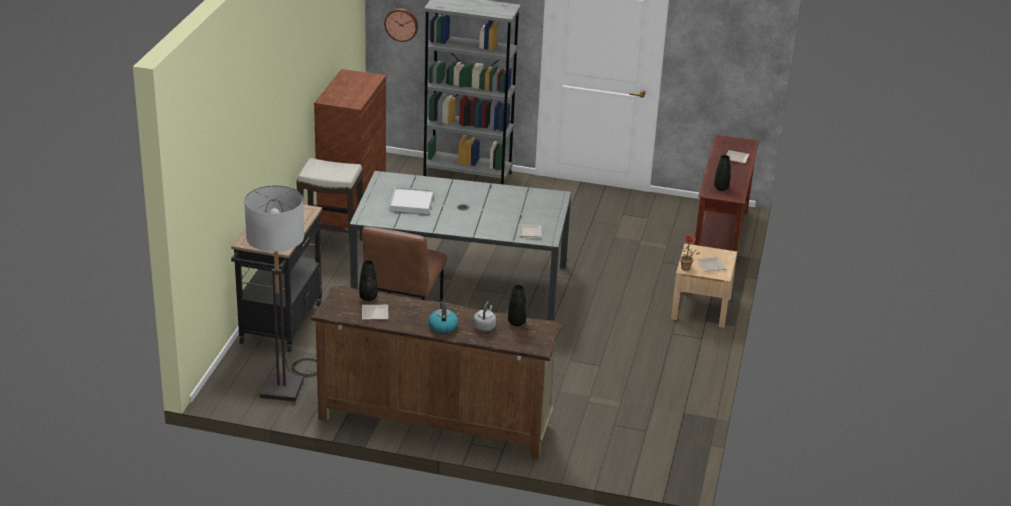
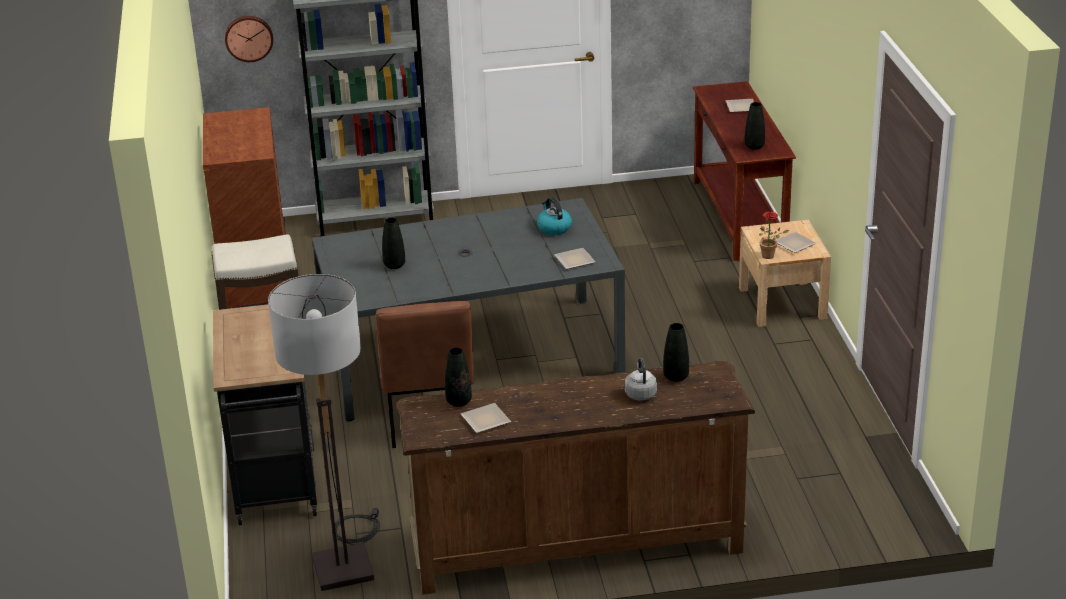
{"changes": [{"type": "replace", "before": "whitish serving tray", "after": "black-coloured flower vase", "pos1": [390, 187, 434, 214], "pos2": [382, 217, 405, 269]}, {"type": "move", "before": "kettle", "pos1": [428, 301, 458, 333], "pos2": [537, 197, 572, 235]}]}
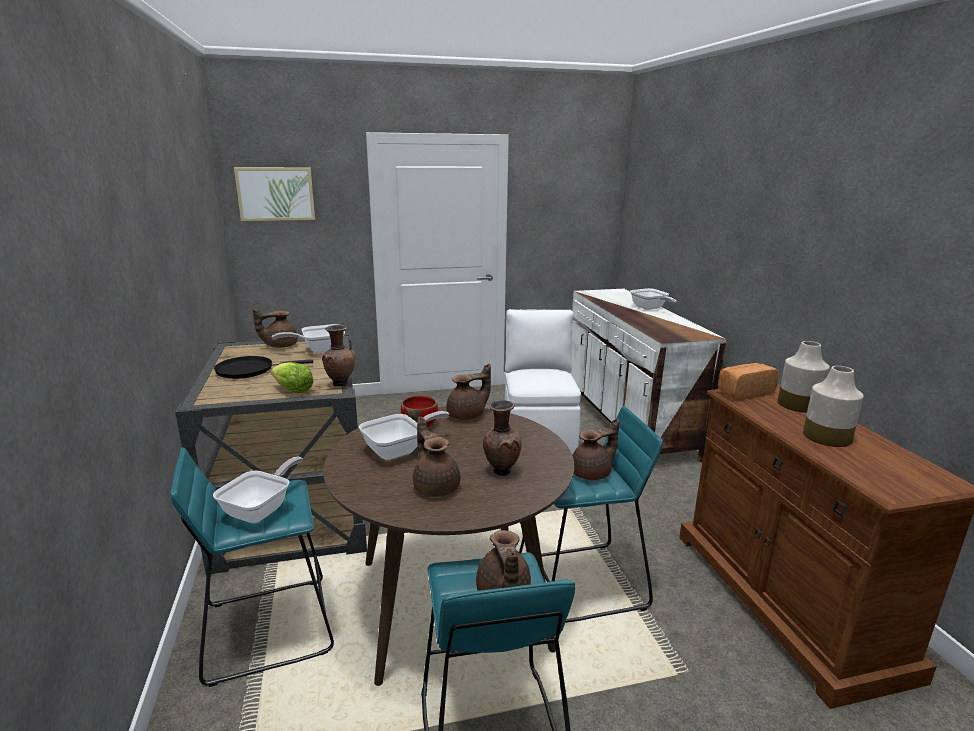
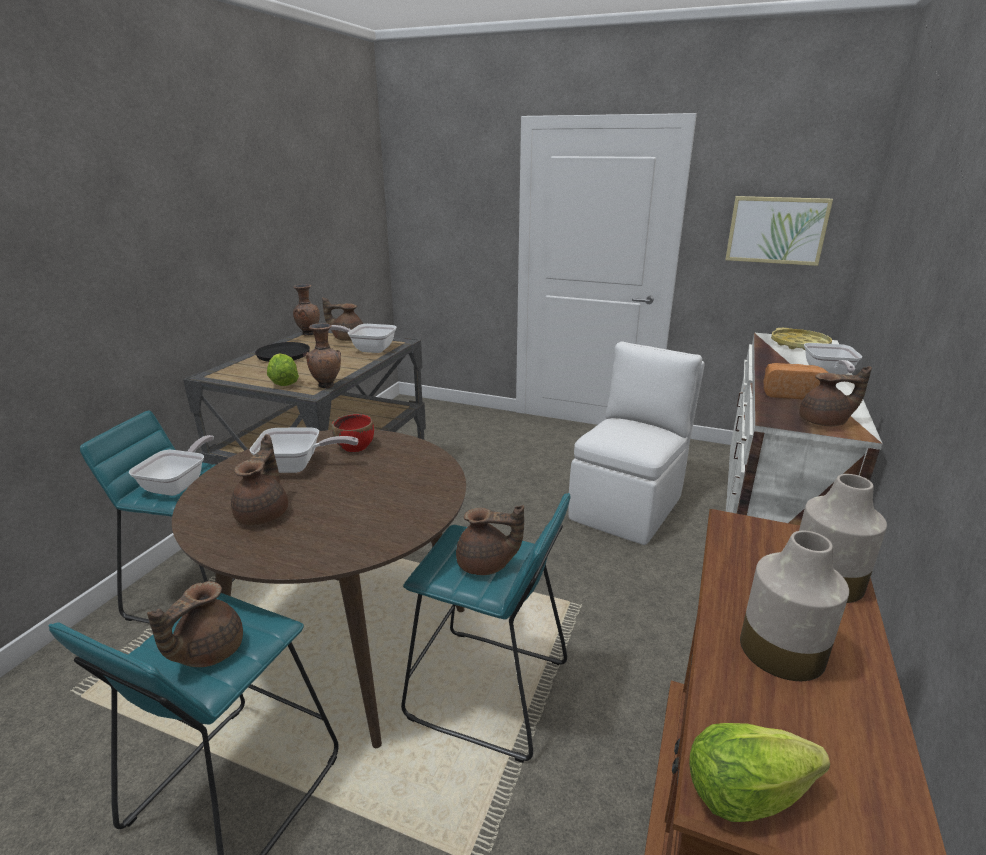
{"changes": [{"type": "rotate", "before": "pan", "pos1": [213, 457, 303, 523], "pos2": [128, 435, 214, 496], "turn": -45}, {"type": "move", "before": "brown flower vase", "pos1": [483, 400, 521, 476], "pos2": [293, 284, 320, 336]}, {"type": "insert", "after": "lettuce head", "pos2": [689, 723, 830, 822]}, {"type": "move", "before": "wall picture", "pos1": [234, 167, 315, 221], "pos2": [725, 196, 833, 266]}, {"type": "move", "before": "bread", "pos1": [718, 363, 779, 400], "pos2": [763, 363, 829, 400]}, {"type": "insert", "after": "yellow serving tray", "pos2": [771, 328, 832, 350]}, {"type": "move", "before": "brown pot for tea", "pos1": [447, 364, 491, 420], "pos2": [799, 366, 872, 426]}]}
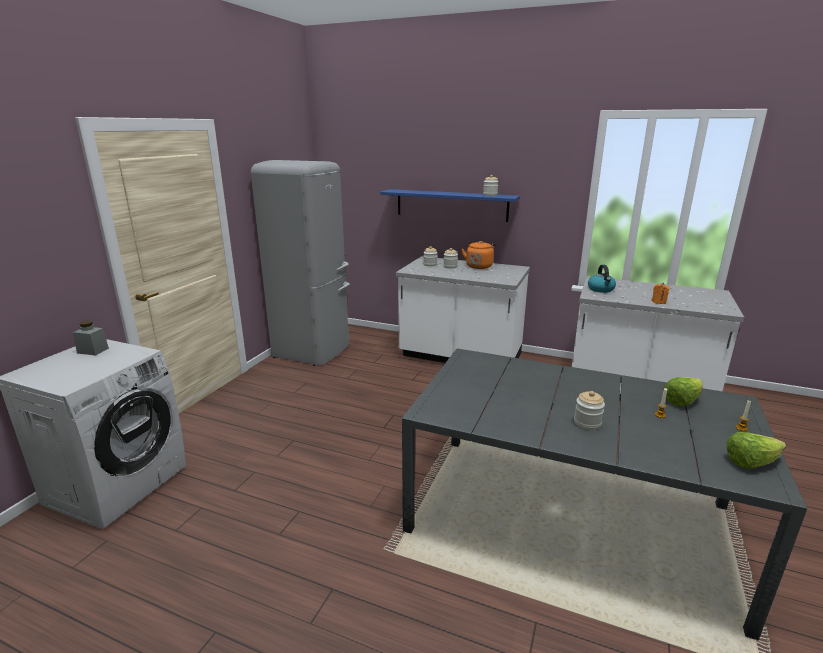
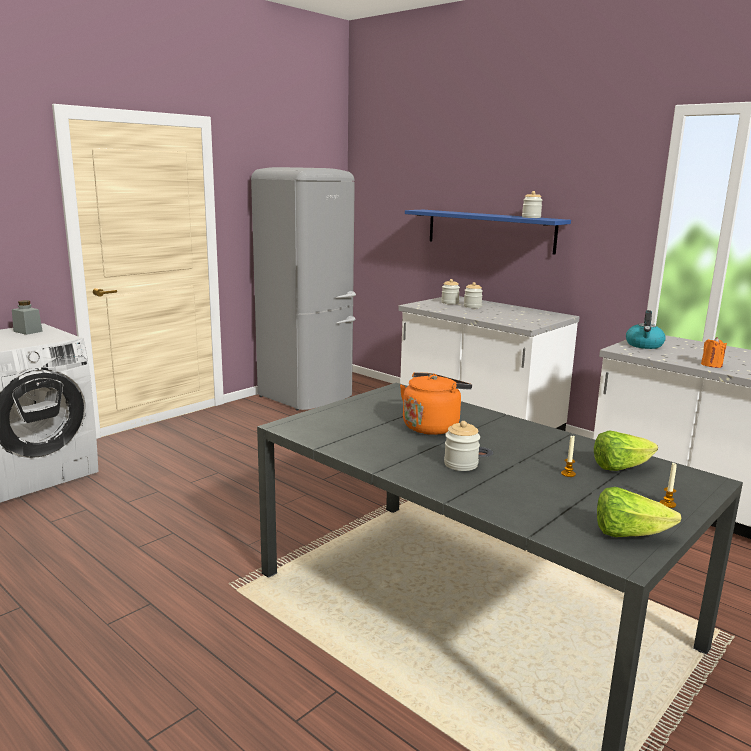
{"changes": [{"type": "move", "before": "orange kettle", "pos1": [462, 241, 496, 269], "pos2": [400, 372, 472, 435]}]}
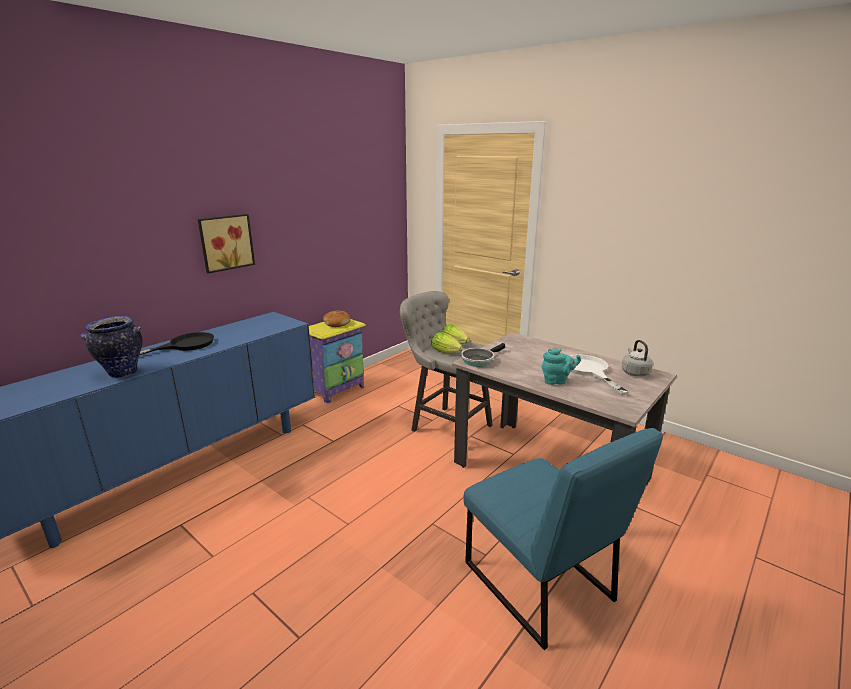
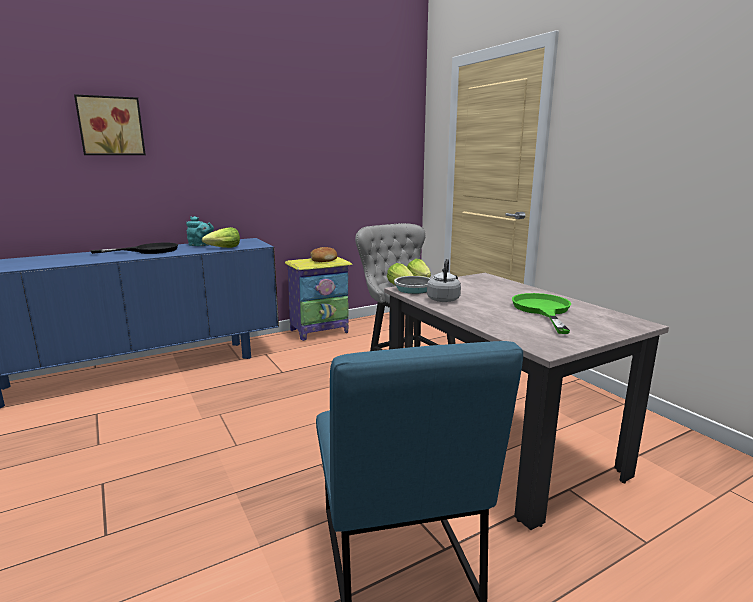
{"changes": [{"type": "move", "before": "wall picture", "pos1": [198, 214, 255, 274], "pos2": [74, 94, 146, 155]}, {"type": "move", "before": "turquoise pot for tea", "pos1": [542, 348, 581, 385], "pos2": [186, 216, 214, 246]}, {"type": "insert", "after": "lettuce head", "pos2": [202, 227, 240, 248]}, {"type": "move", "before": "greyish kettle", "pos1": [622, 340, 653, 377], "pos2": [427, 259, 461, 302]}, {"type": "recolor", "before": "whitish pan", "after": "green pan", "pos1": [570, 354, 629, 395], "pos2": [512, 293, 571, 334]}, {"type": "delete", "before": "flower vase", "pos1": [81, 316, 142, 378]}]}
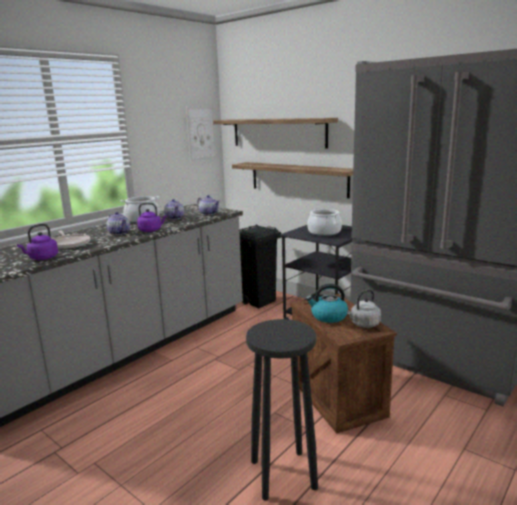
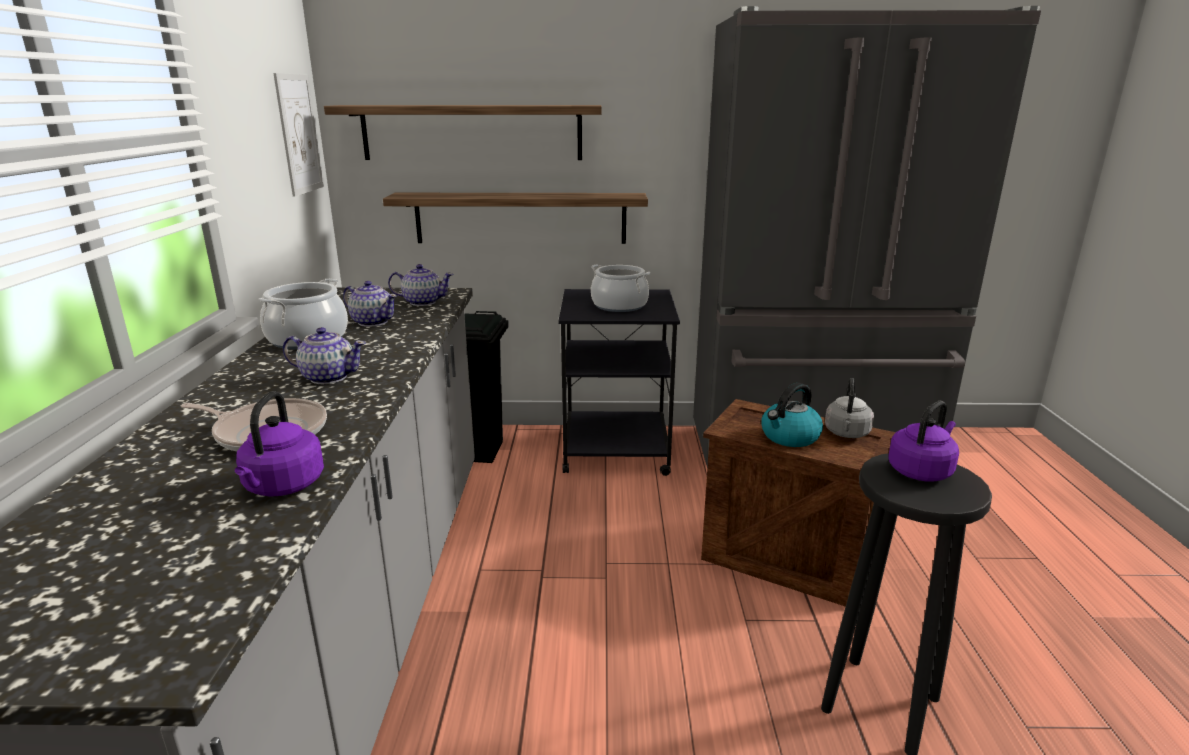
{"changes": [{"type": "move", "before": "purple kettle", "pos1": [137, 203, 167, 232], "pos2": [889, 401, 959, 482]}]}
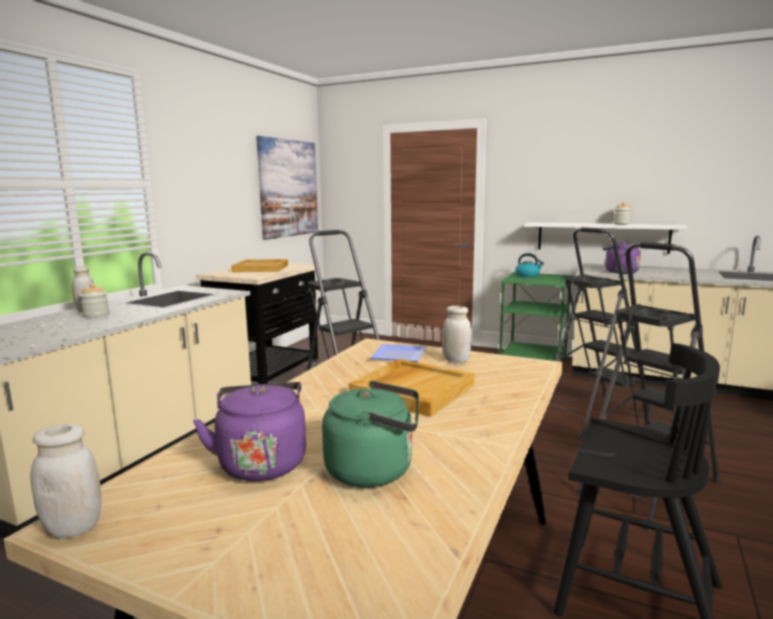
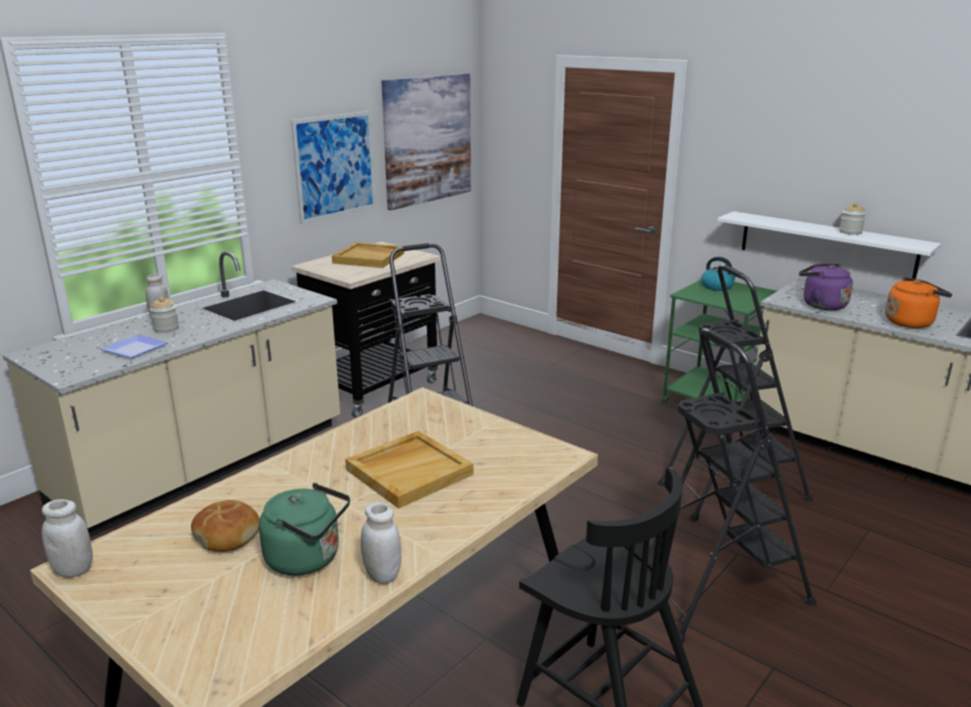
{"changes": [{"type": "move", "before": "plate", "pos1": [370, 344, 427, 362], "pos2": [100, 335, 168, 358]}, {"type": "replace", "before": "purple kettle", "after": "bread", "pos1": [193, 382, 306, 481], "pos2": [191, 500, 260, 552]}, {"type": "insert", "after": "wall picture", "pos2": [291, 111, 376, 224]}, {"type": "move", "before": "whitish storage jar", "pos1": [442, 306, 472, 363], "pos2": [361, 502, 401, 584]}, {"type": "insert", "after": "orange kettle", "pos2": [885, 277, 952, 328]}]}
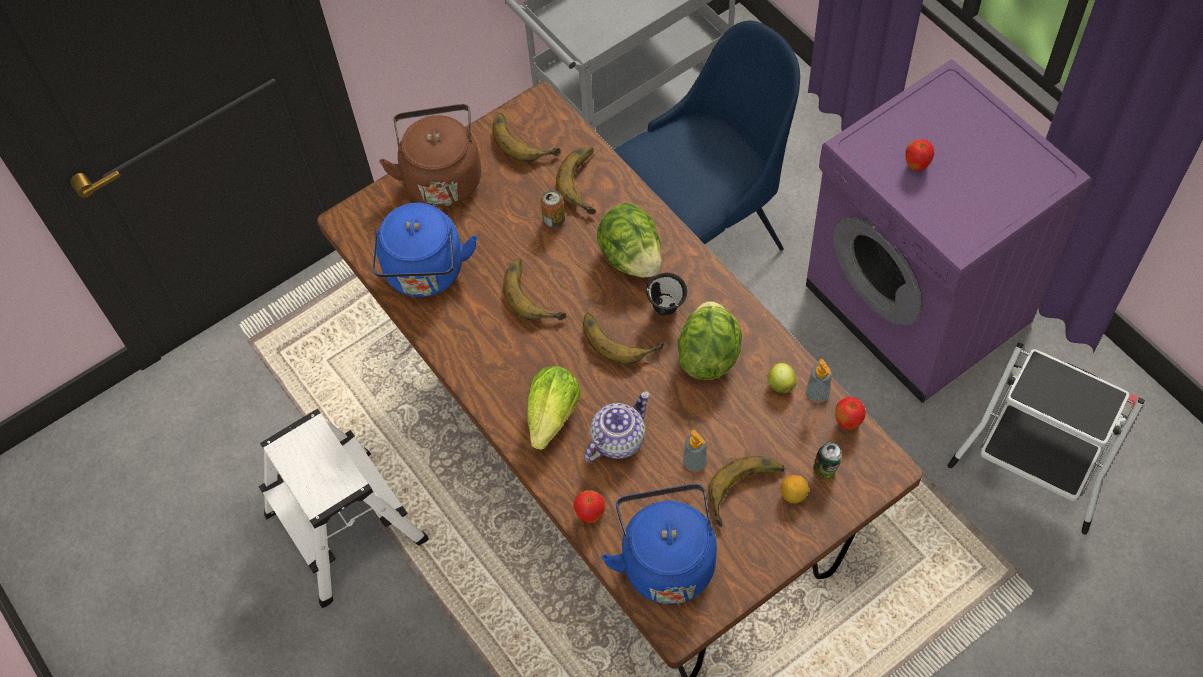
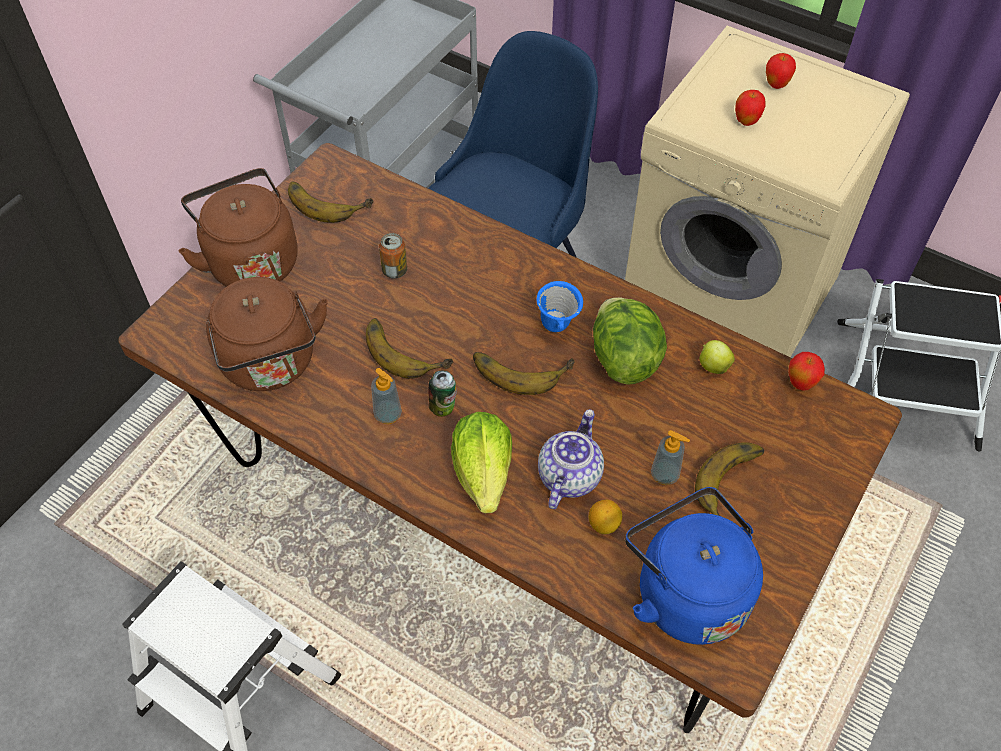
{"changes": [{"type": "recolor", "before": "blue kettle", "after": "brown kettle", "pos1": [372, 203, 477, 297], "pos2": [205, 277, 328, 391]}, {"type": "move", "before": "soap dispenser", "pos1": [806, 359, 832, 403], "pos2": [371, 368, 402, 424]}, {"type": "move", "before": "sealed can", "pos1": [813, 442, 842, 479], "pos2": [428, 370, 457, 417]}, {"type": "recolor", "before": "black-coloured tea mug", "after": "blue tea mug", "pos1": [646, 273, 687, 316], "pos2": [537, 281, 583, 332]}, {"type": "move", "before": "whole lemon", "pos1": [781, 475, 809, 503], "pos2": [589, 500, 622, 534]}, {"type": "recolor", "before": "purple laundry appliance", "after": "beige laundry appliance", "pos1": [806, 59, 1092, 403], "pos2": [625, 26, 910, 357]}, {"type": "move", "before": "apple fruit", "pos1": [573, 490, 605, 523], "pos2": [766, 53, 796, 89]}, {"type": "delete", "before": "whole banana", "pos1": [556, 147, 596, 214]}, {"type": "delete", "before": "lettuce head", "pos1": [597, 203, 661, 278]}]}
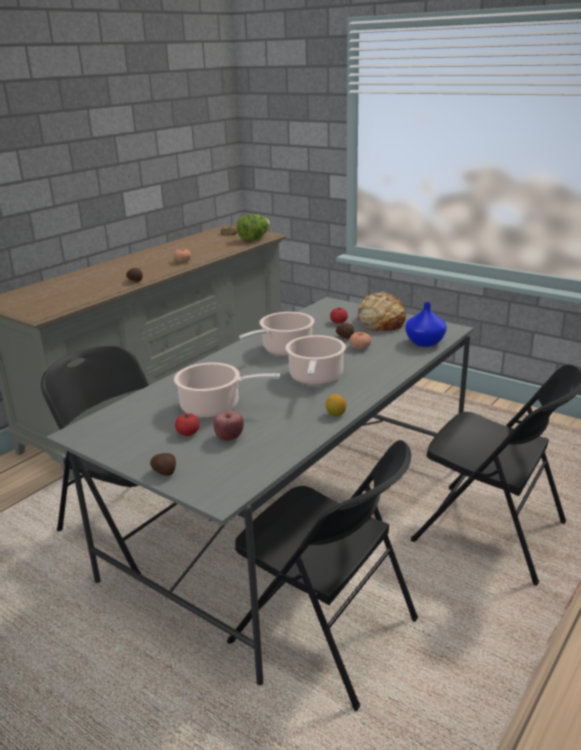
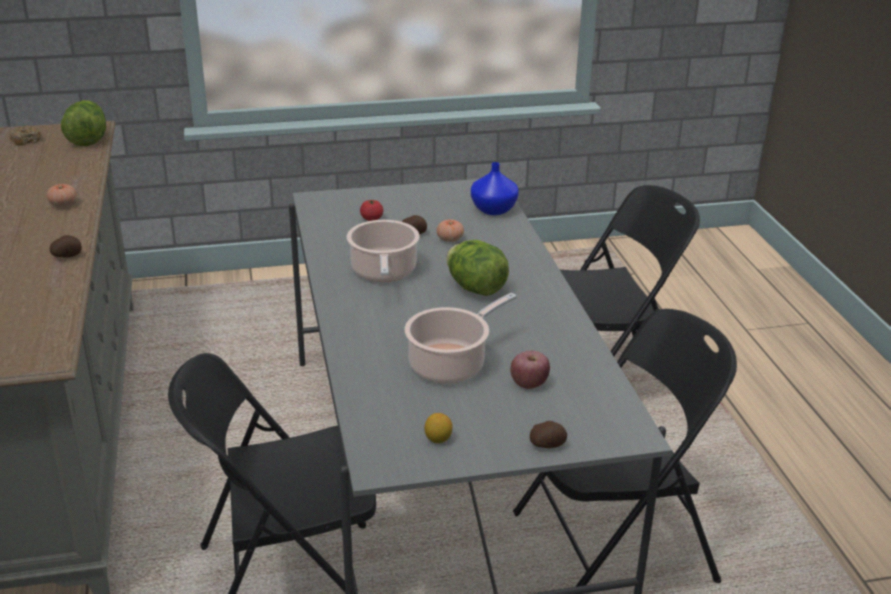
{"changes": [{"type": "move", "before": "whole lemon", "pos1": [326, 394, 346, 416], "pos2": [424, 413, 453, 443]}, {"type": "replace", "before": "saucepot", "after": "lettuce head", "pos1": [286, 335, 346, 385], "pos2": [446, 240, 509, 296]}, {"type": "delete", "before": "fresh tomato", "pos1": [175, 413, 200, 436]}, {"type": "delete", "before": "bread", "pos1": [357, 292, 406, 331]}]}
